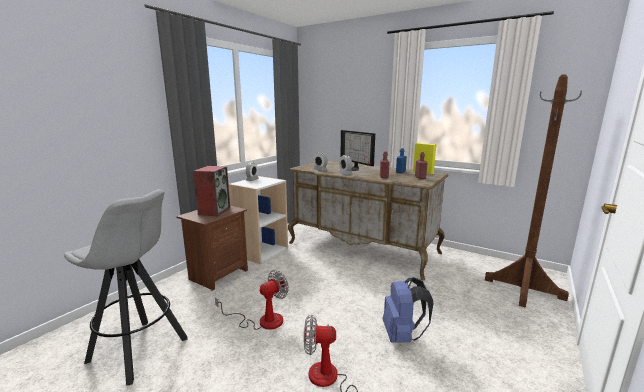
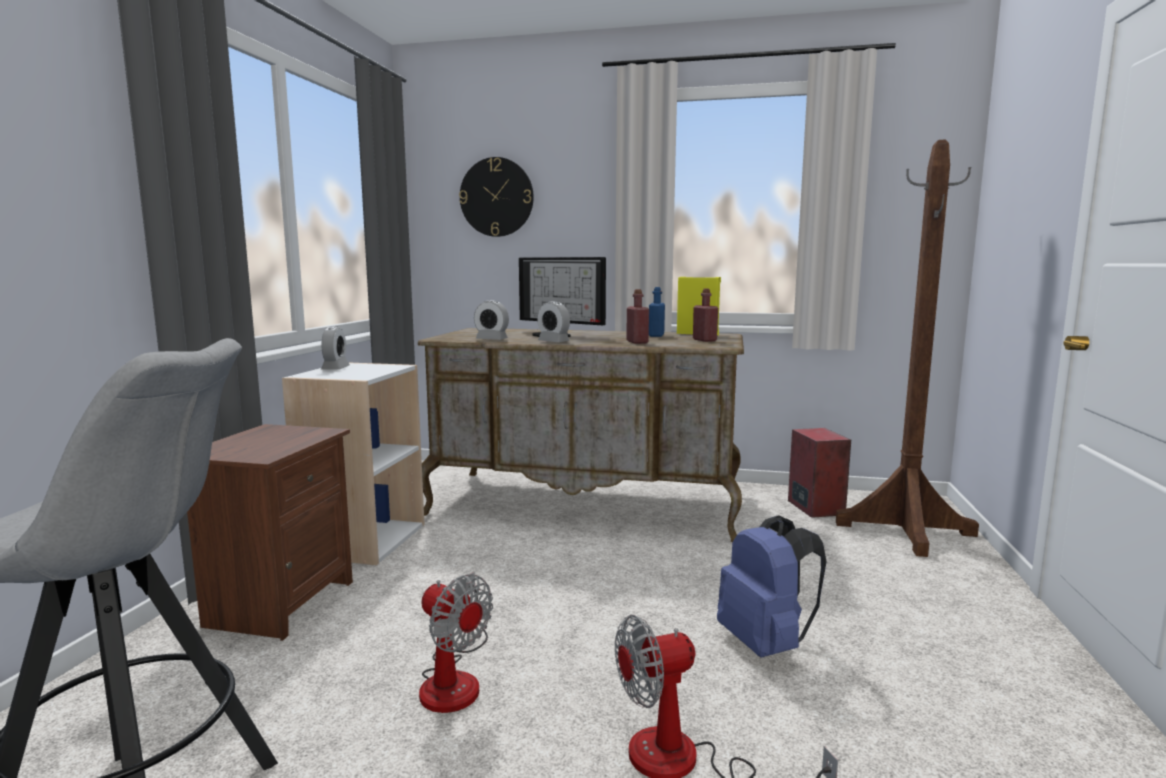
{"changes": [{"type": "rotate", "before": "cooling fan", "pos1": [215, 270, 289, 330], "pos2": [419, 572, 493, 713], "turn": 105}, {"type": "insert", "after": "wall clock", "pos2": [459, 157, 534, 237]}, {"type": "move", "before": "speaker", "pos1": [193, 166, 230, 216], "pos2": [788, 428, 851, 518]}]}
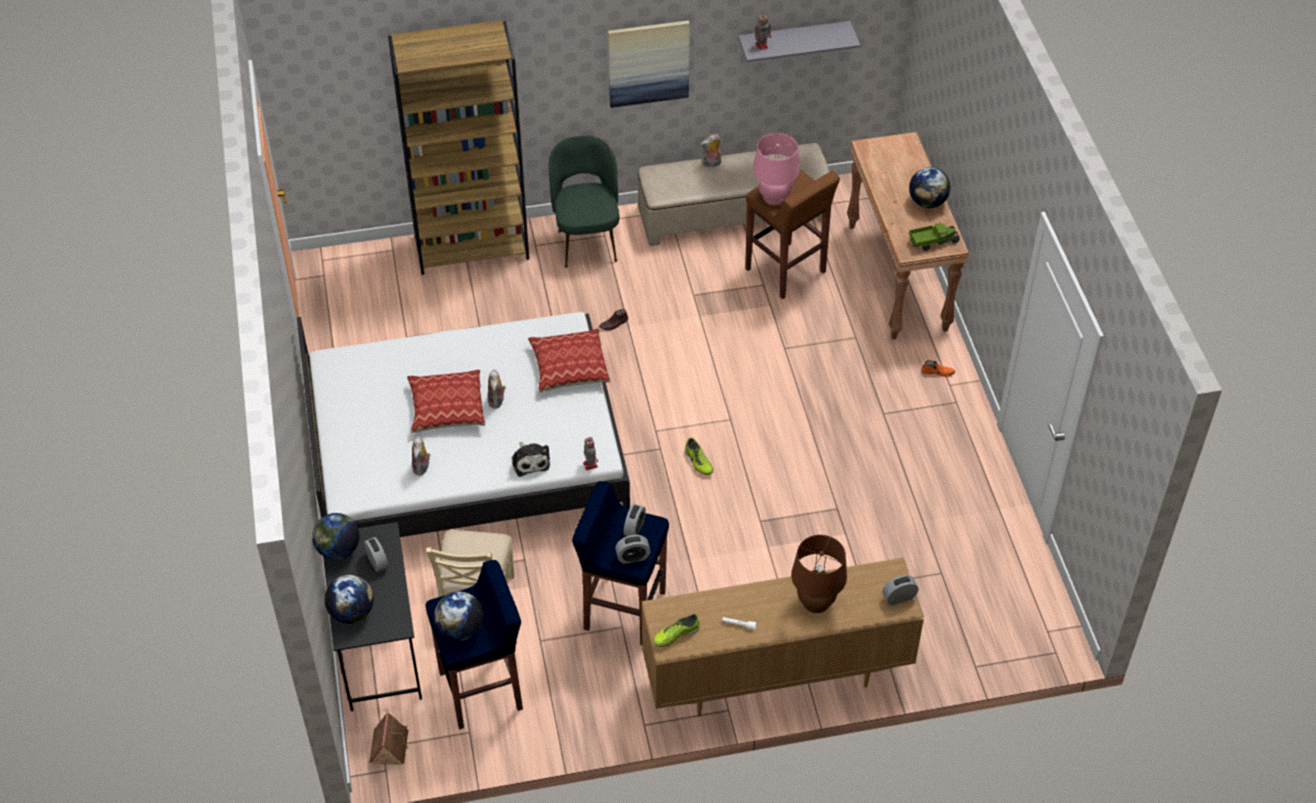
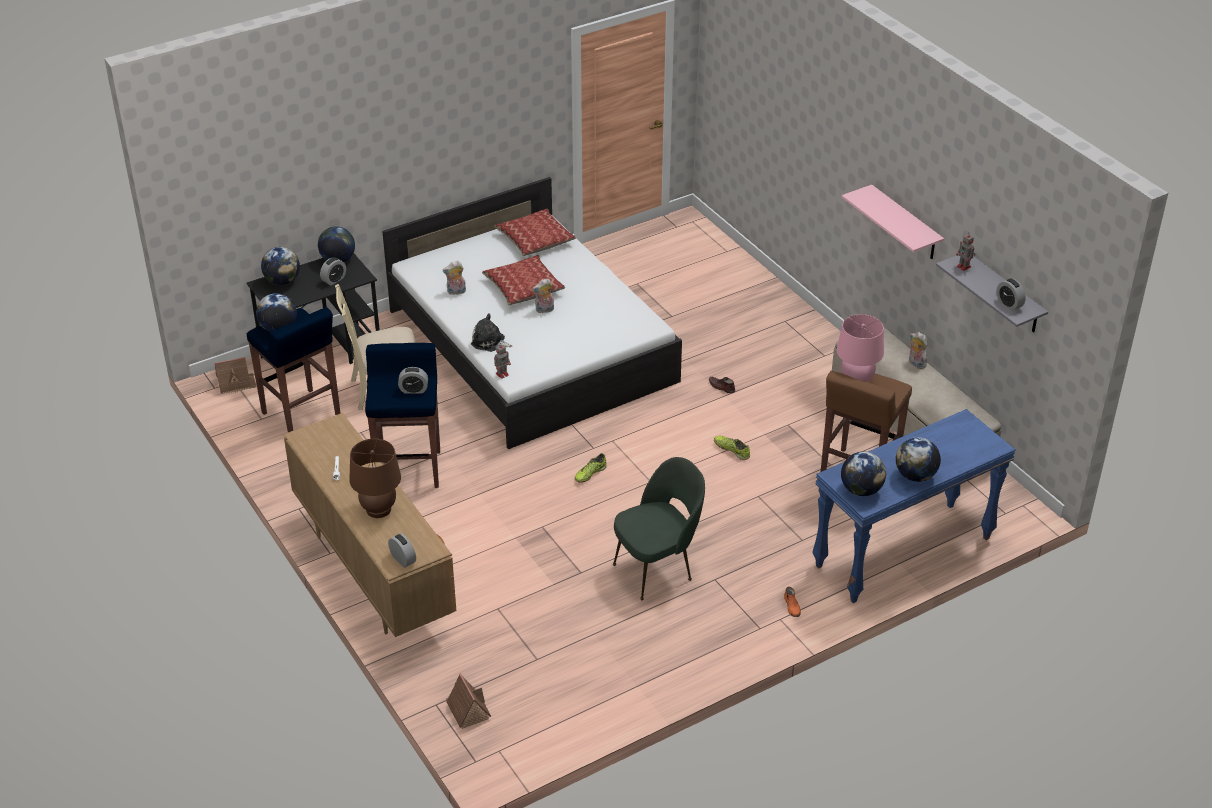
{"changes": [{"type": "insert", "after": "miniature house", "pos2": [446, 673, 491, 729]}, {"type": "rotate", "before": "plush toy", "pos1": [512, 442, 550, 477], "pos2": [471, 313, 513, 352], "turn": 60}, {"type": "move", "before": "cushion", "pos1": [528, 329, 611, 392], "pos2": [494, 208, 576, 256]}, {"type": "move", "before": "green chair", "pos1": [549, 135, 620, 268], "pos2": [613, 457, 705, 600]}, {"type": "move", "before": "shoe", "pos1": [653, 614, 699, 647], "pos2": [714, 436, 750, 460]}, {"type": "recolor", "before": "brown narrow table", "after": "blue narrow table", "pos1": [847, 132, 969, 339], "pos2": [812, 409, 1016, 603]}, {"type": "replace", "before": "toy truck", "after": "world globe", "pos1": [909, 223, 960, 251], "pos2": [841, 452, 886, 496]}, {"type": "replace", "before": "wall picture", "after": "pink-coloured shelf", "pos1": [608, 20, 690, 108], "pos2": [842, 185, 944, 259]}, {"type": "move", "before": "table clock", "pos1": [615, 535, 651, 564], "pos2": [997, 279, 1026, 311]}, {"type": "delete", "before": "brown bookcase", "pos1": [388, 20, 529, 275]}]}
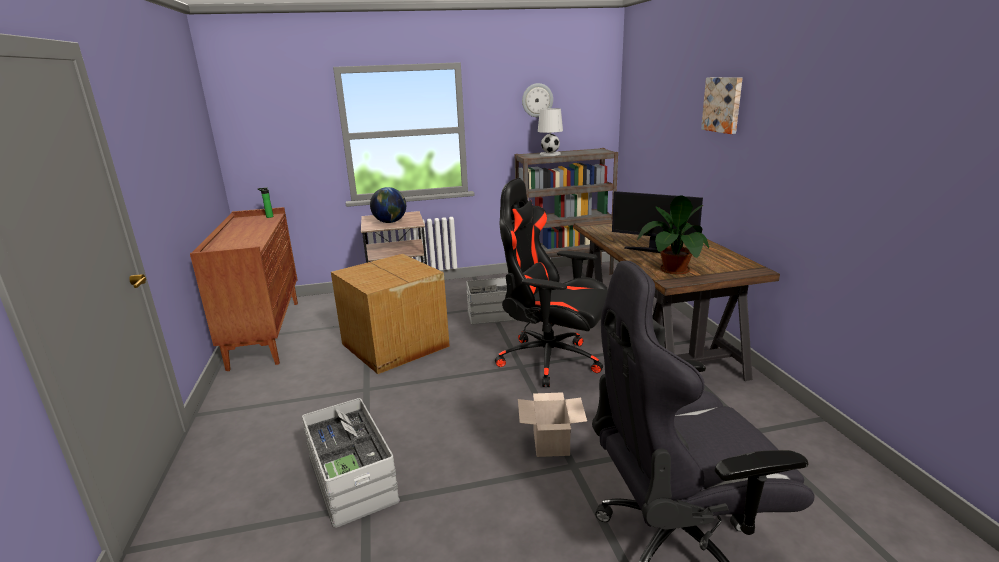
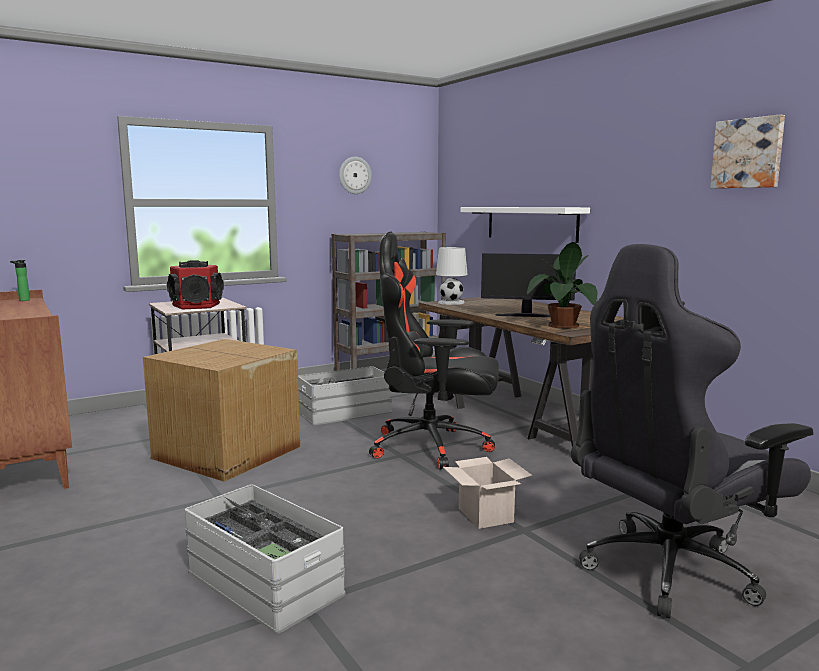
{"changes": [{"type": "replace", "before": "world globe", "after": "speaker", "pos1": [370, 187, 406, 223], "pos2": [167, 260, 224, 309]}, {"type": "move", "before": "whitish table lamp", "pos1": [538, 108, 563, 156], "pos2": [436, 247, 468, 305]}, {"type": "insert", "after": "whitish shelf", "pos2": [461, 207, 590, 243]}, {"type": "move", "before": "wall picture", "pos1": [701, 77, 742, 134], "pos2": [710, 114, 785, 189]}]}
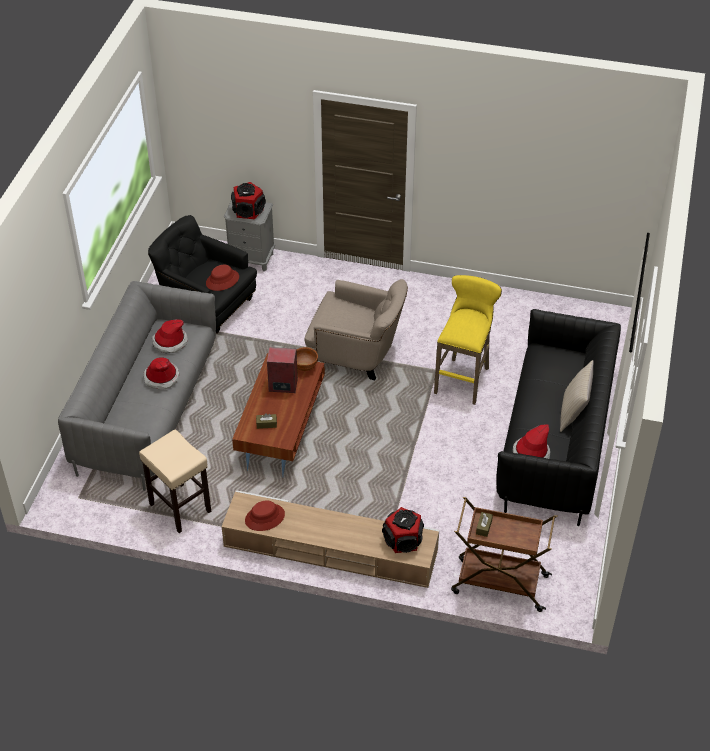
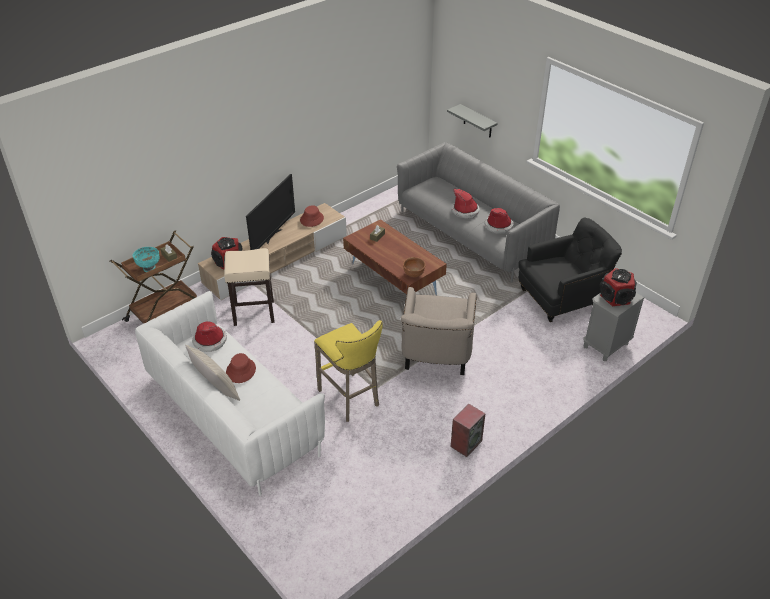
{"changes": [{"type": "insert", "after": "turquoise deep dish", "pos2": [133, 247, 160, 272]}, {"type": "recolor", "before": "black-coloured sofa", "after": "whitish sofa", "pos1": [496, 309, 621, 526], "pos2": [135, 291, 325, 496]}, {"type": "move", "before": "beige stool seat", "pos1": [139, 430, 211, 533], "pos2": [224, 248, 275, 326]}, {"type": "move", "before": "red wearable hat", "pos1": [206, 265, 239, 291], "pos2": [226, 353, 256, 383]}, {"type": "insert", "after": "TV", "pos2": [246, 174, 295, 250]}, {"type": "rotate", "before": "beige lounge chair", "pos1": [305, 279, 408, 380], "pos2": [401, 287, 477, 375], "turn": -45}, {"type": "insert", "after": "greyish shelf", "pos2": [447, 104, 498, 138]}, {"type": "move", "before": "speaker", "pos1": [267, 347, 298, 393], "pos2": [451, 404, 486, 457]}]}
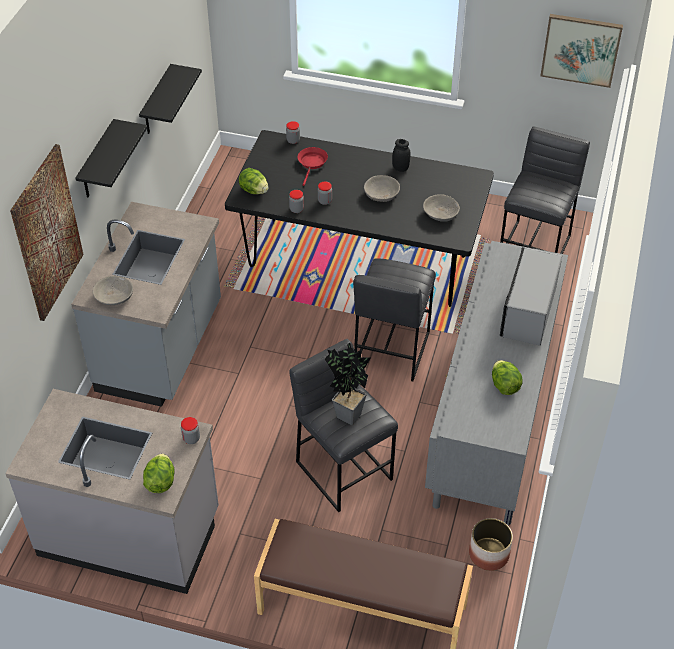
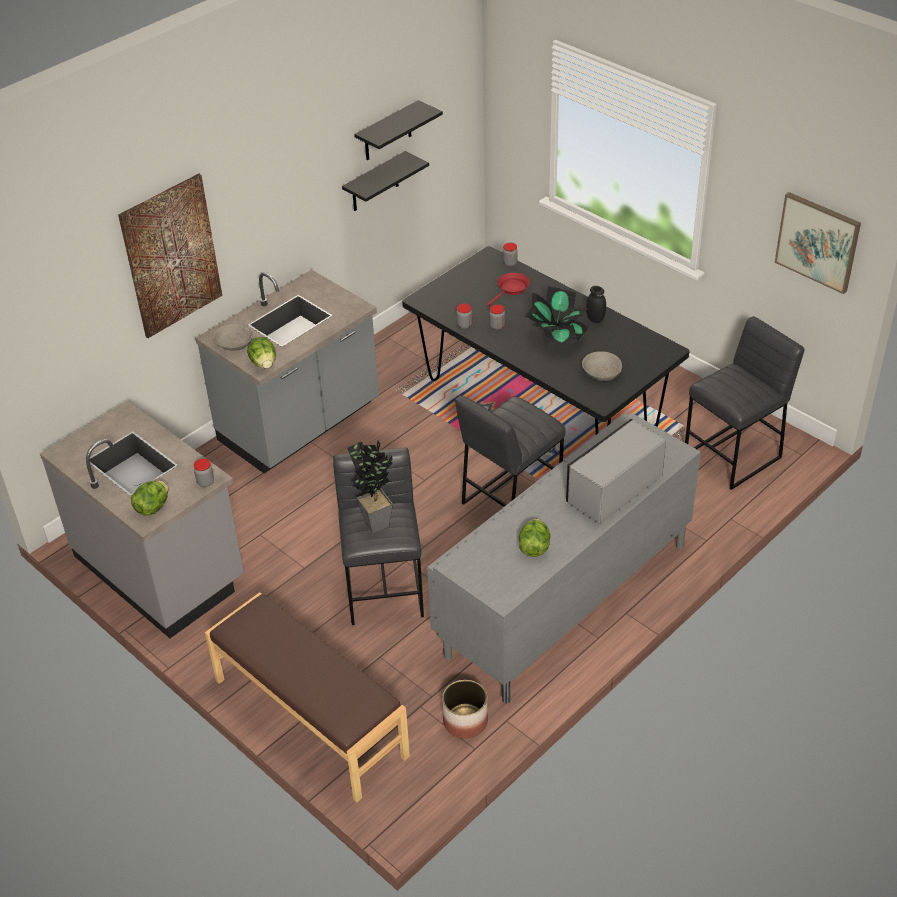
{"changes": [{"type": "move", "before": "lettuce head", "pos1": [239, 168, 268, 194], "pos2": [247, 337, 276, 369]}, {"type": "move", "before": "black-coloured shelf", "pos1": [76, 119, 148, 198], "pos2": [354, 100, 443, 160]}, {"type": "replace", "before": "greyish deep dish", "after": "houseplant", "pos1": [364, 175, 400, 202], "pos2": [525, 286, 589, 346]}]}
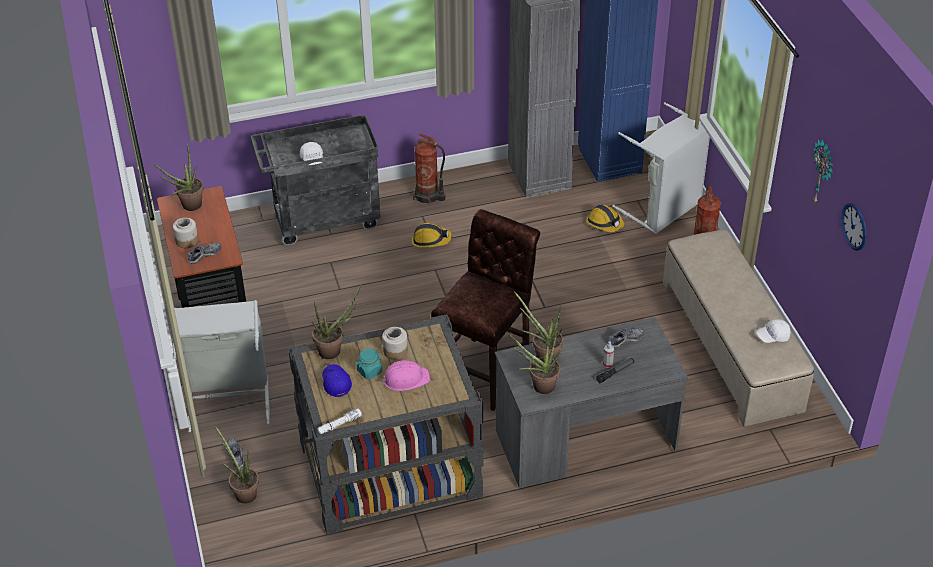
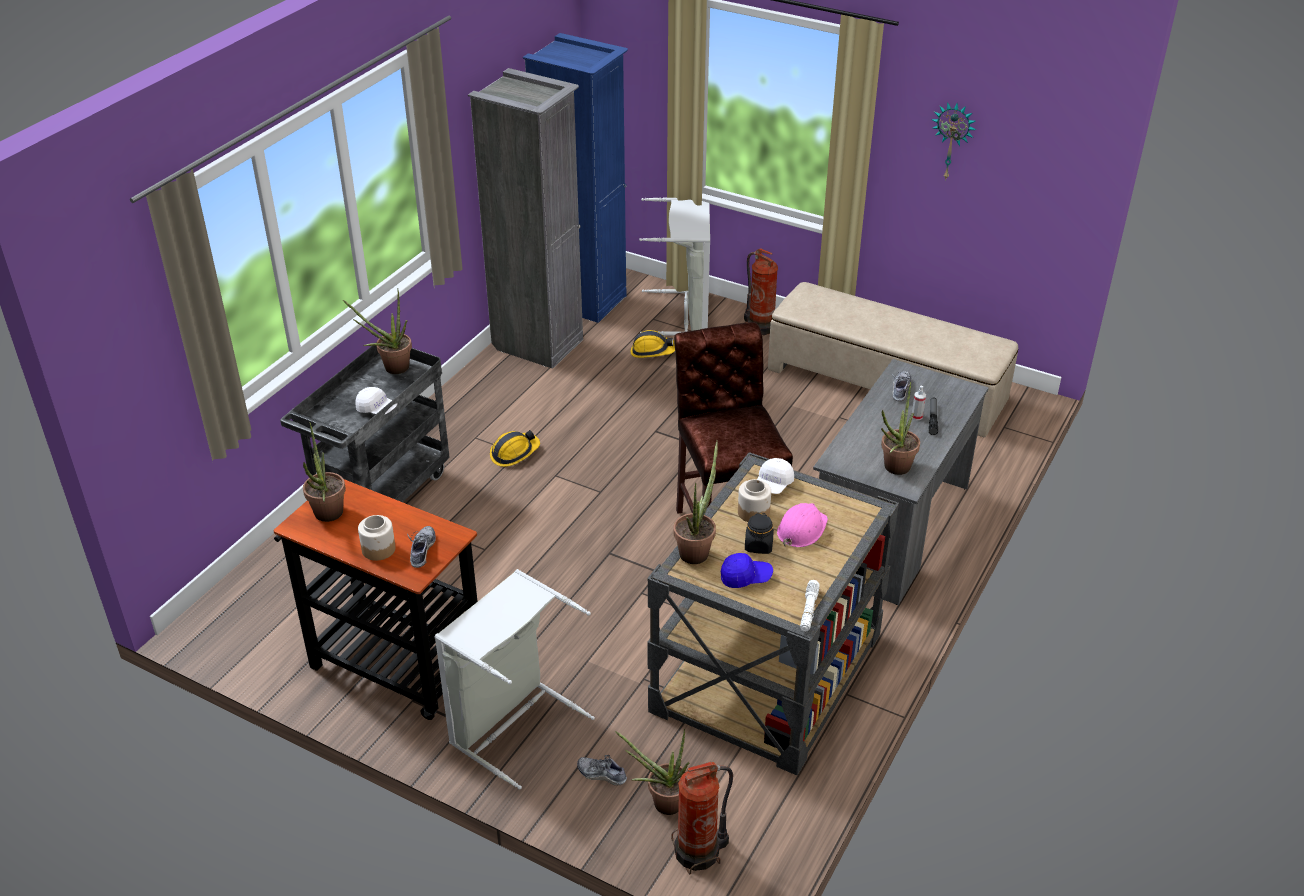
{"changes": [{"type": "move", "before": "houseplant", "pos1": [514, 291, 563, 361], "pos2": [343, 288, 412, 374]}, {"type": "move", "before": "extinguisher", "pos1": [413, 134, 445, 205], "pos2": [671, 762, 733, 874]}, {"type": "rotate", "before": "blue peaked cap", "pos1": [322, 364, 352, 397], "pos2": [721, 553, 773, 588], "turn": 150}, {"type": "recolor", "before": "turquoise storage jar", "after": "black-coloured storage jar", "pos1": [356, 349, 382, 379], "pos2": [745, 513, 774, 554]}, {"type": "move", "before": "whitish peaked cap", "pos1": [756, 319, 791, 343], "pos2": [757, 458, 794, 494]}, {"type": "delete", "before": "wall clock", "pos1": [841, 203, 867, 251]}]}
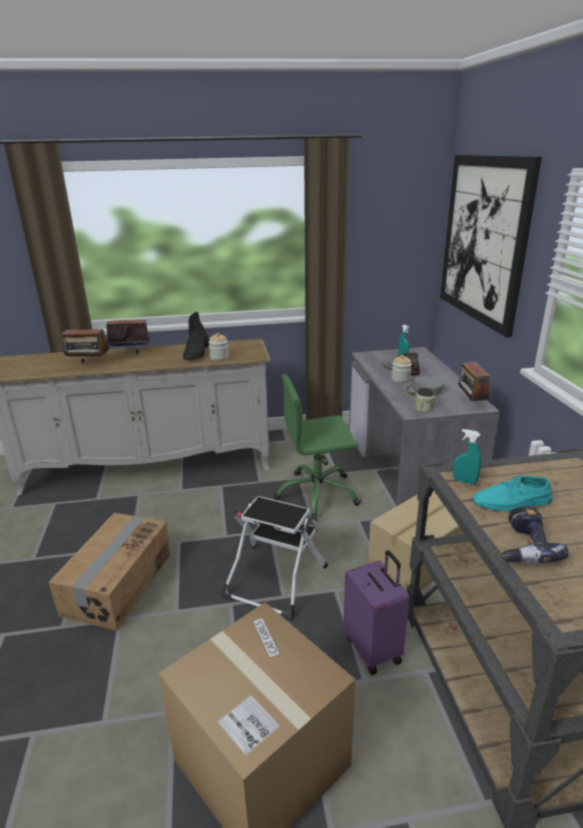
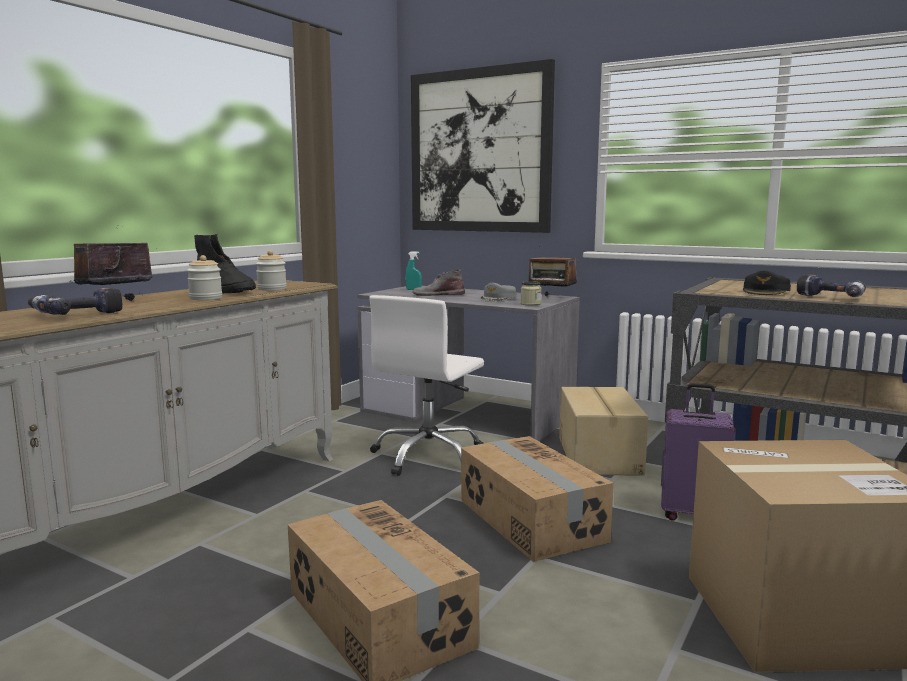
{"changes": [{"type": "replace", "before": "radio", "after": "electric drill", "pos1": [61, 329, 109, 363], "pos2": [28, 288, 123, 315]}, {"type": "move", "before": "storage jar", "pos1": [391, 355, 412, 383], "pos2": [187, 255, 222, 300]}, {"type": "recolor", "before": "green office chair", "after": "whitish office chair", "pos1": [273, 374, 361, 521], "pos2": [369, 295, 484, 476]}, {"type": "replace", "before": "step stool", "after": "carton", "pos1": [221, 496, 328, 621], "pos2": [461, 436, 614, 562]}, {"type": "replace", "before": "turquoise shoe", "after": "black-coloured peaked cap", "pos1": [472, 473, 552, 512], "pos2": [743, 270, 791, 295]}, {"type": "delete", "before": "turquoise hand sprayer", "pos1": [453, 429, 481, 484]}]}
